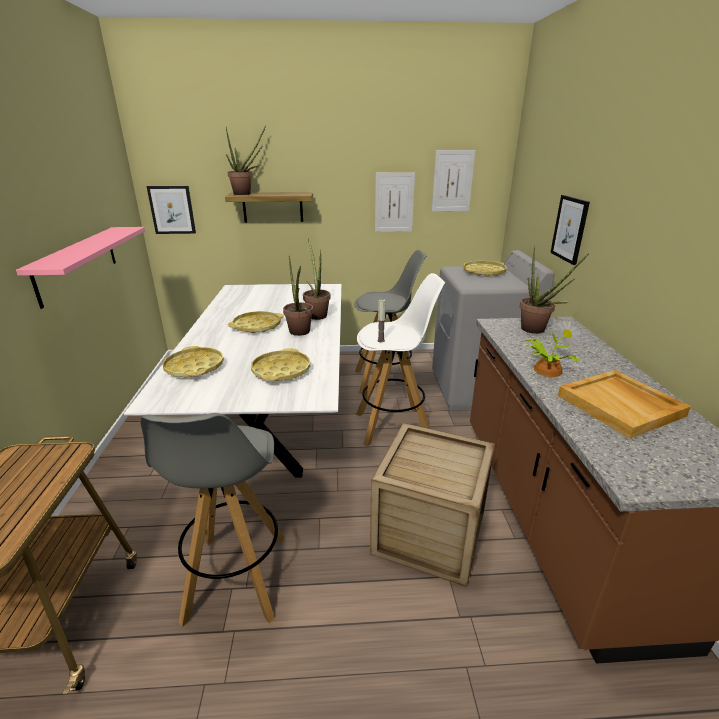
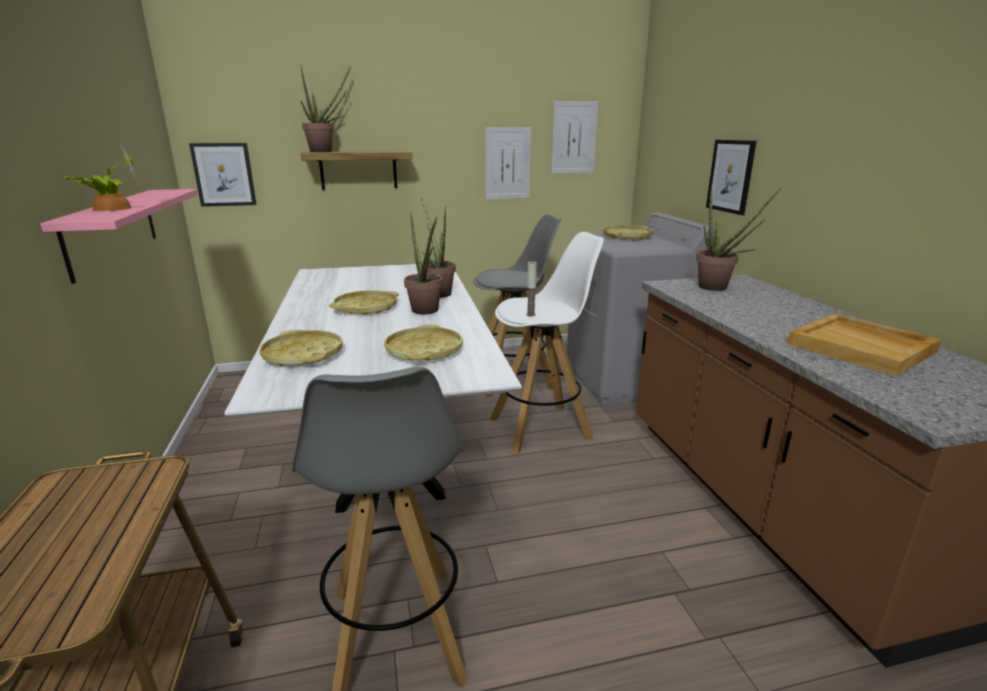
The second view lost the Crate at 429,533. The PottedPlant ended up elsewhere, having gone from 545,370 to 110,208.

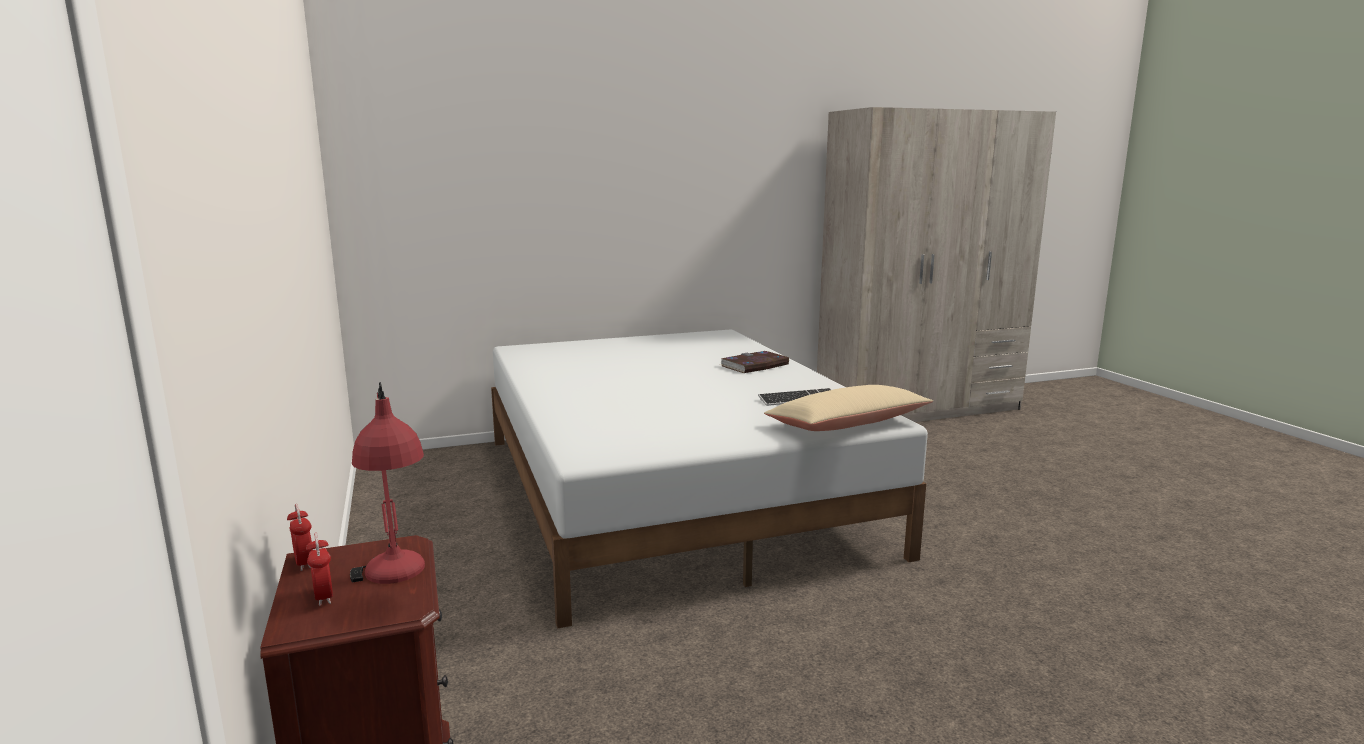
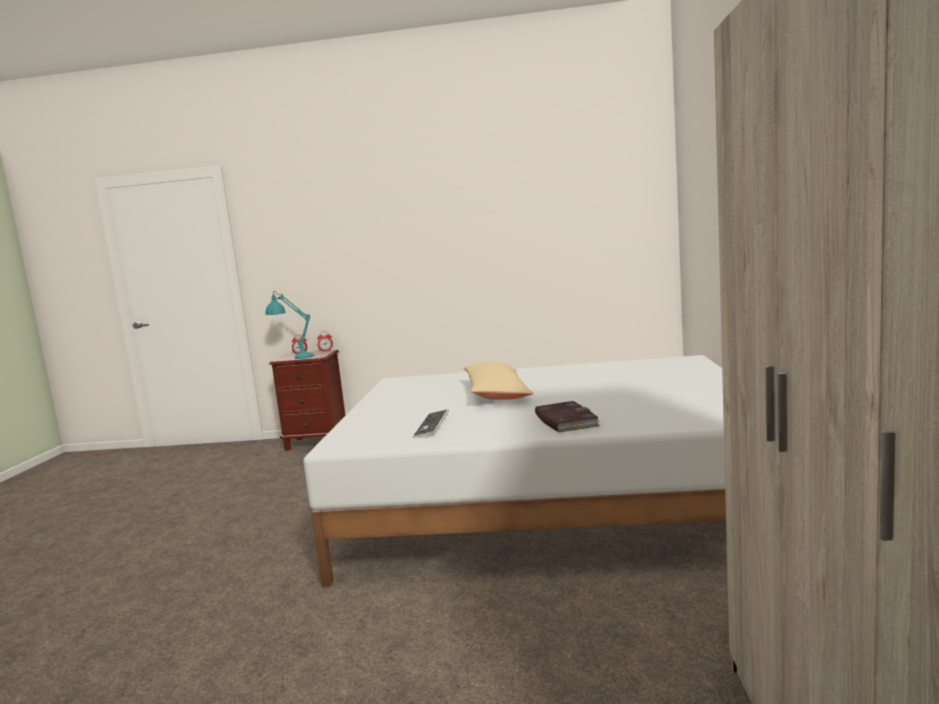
The BeigePillow ended up elsewhere, having gone from 847,424 to 496,393. What was the RedTableLamp at 396,584 turned into the TurquoiseTableLamp at 294,358.

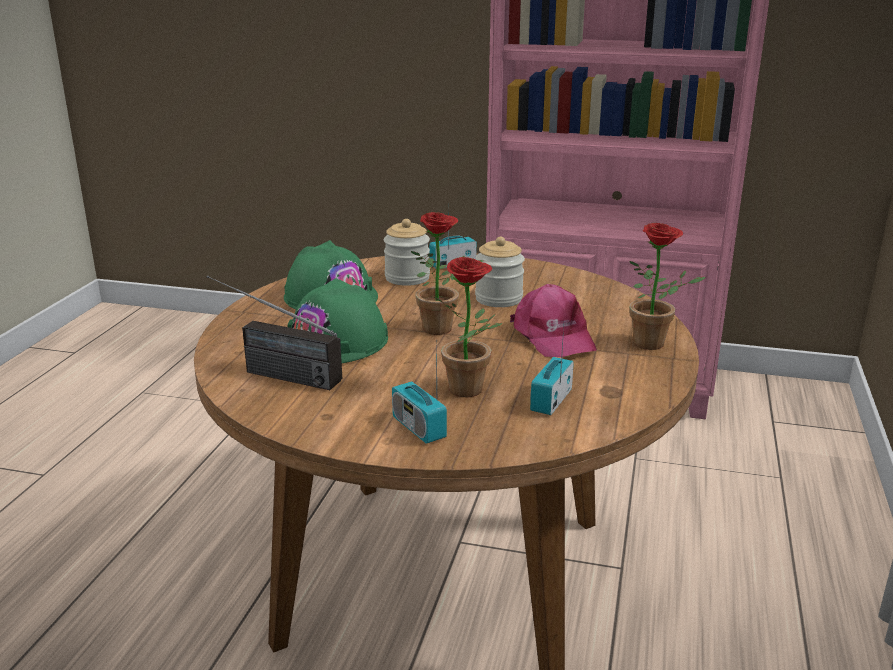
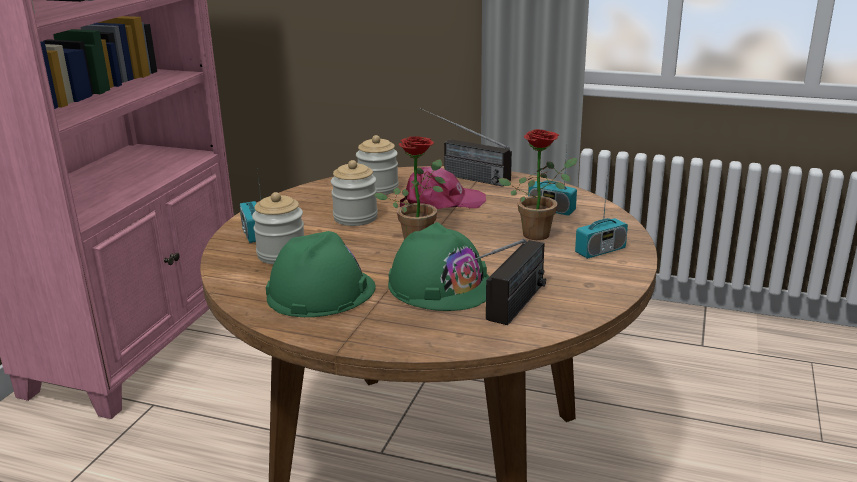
The second view gained the Jar at 378,189. Where the PottedPlant stood at 655,344, the Radio came to stand at 460,175.

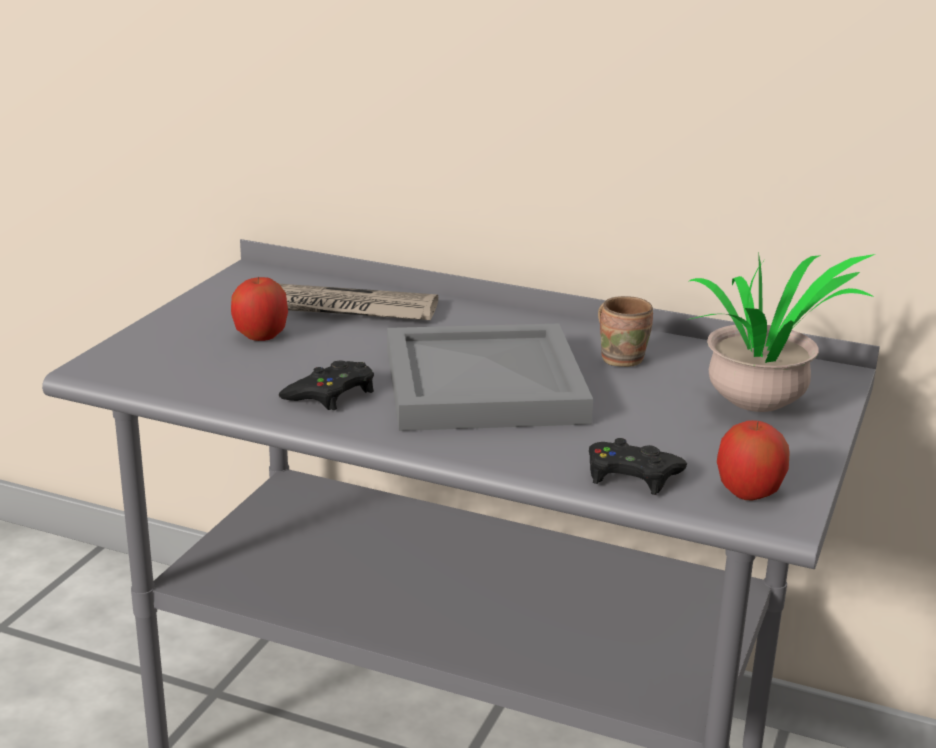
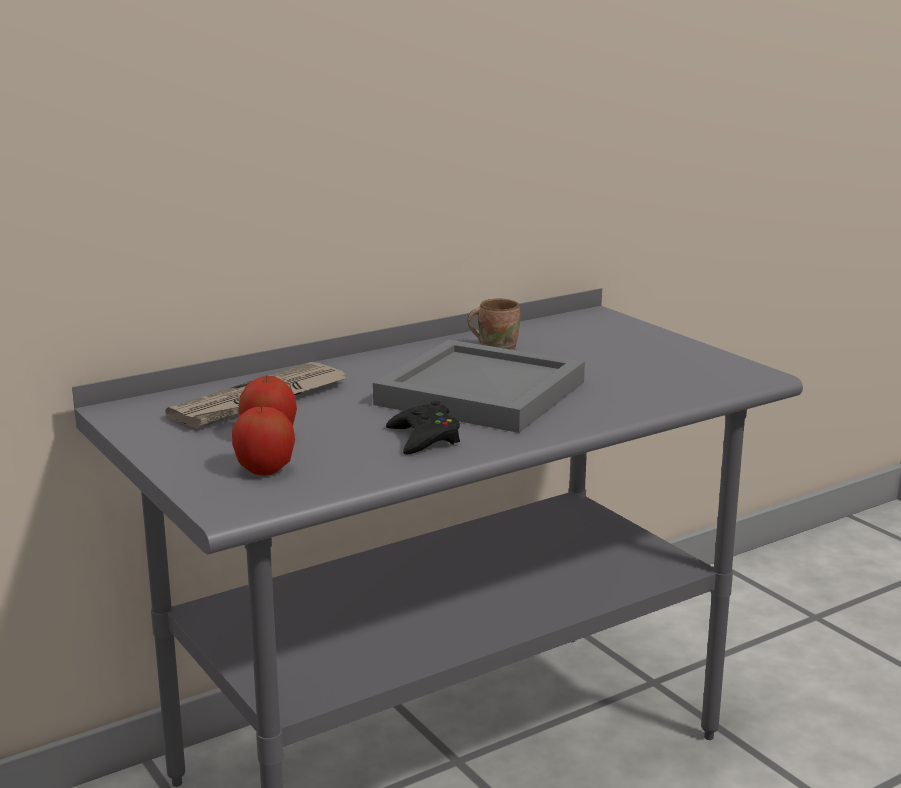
The second view lost the BlackGameController at 632,475. The second view lost the PottedPlant at 762,411. The Apple ended up elsewhere, having gone from 748,492 to 264,469.

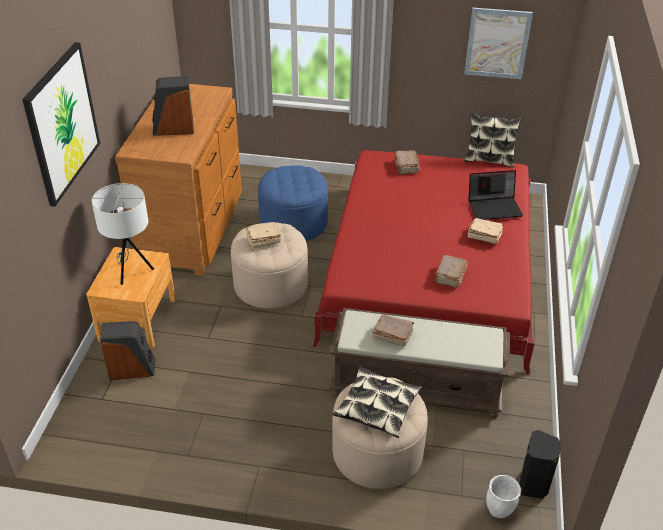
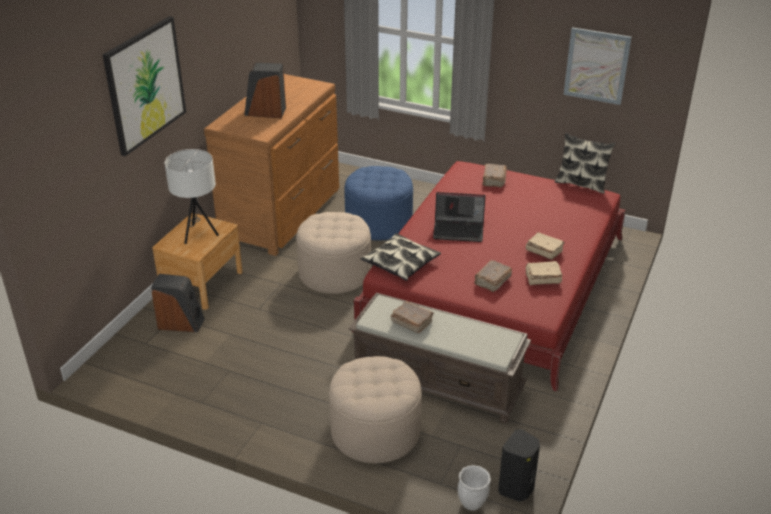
The BeigeBook ended up elsewhere, having gone from 263,240 to 542,279. The Pillow ended up elsewhere, having gone from 377,408 to 400,263. The Laptop ended up elsewhere, having gone from 494,207 to 459,230.

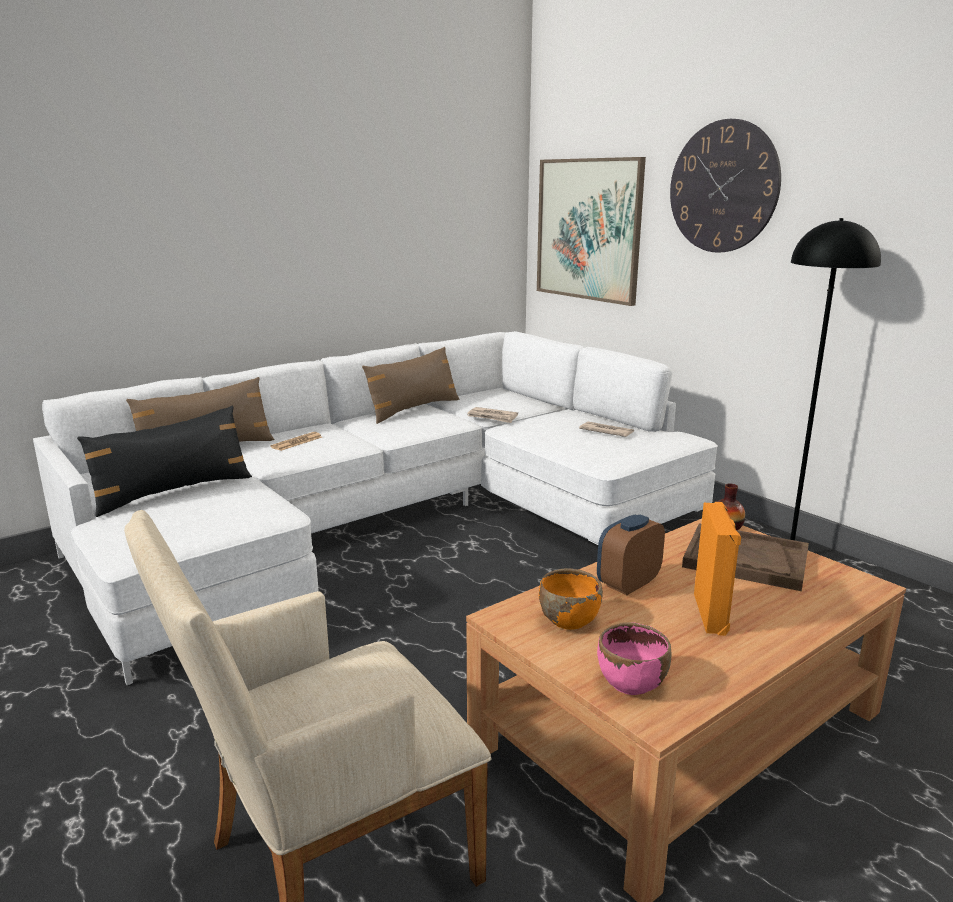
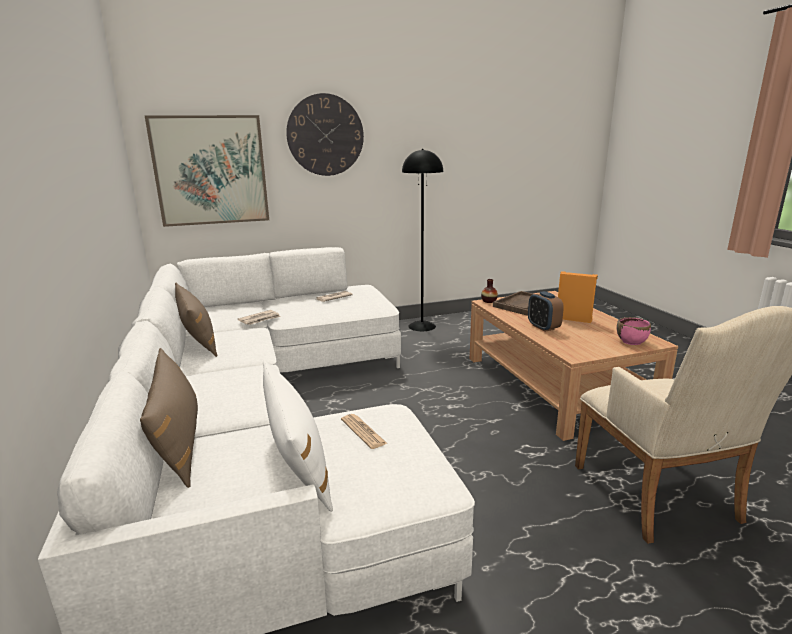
The second view lost the OrangeBowl at 568,620. The Newspaper ended up elsewhere, having gone from 297,442 to 363,431. What was the BlackPillow at 173,492 turned into the WhitePillow at 296,461.

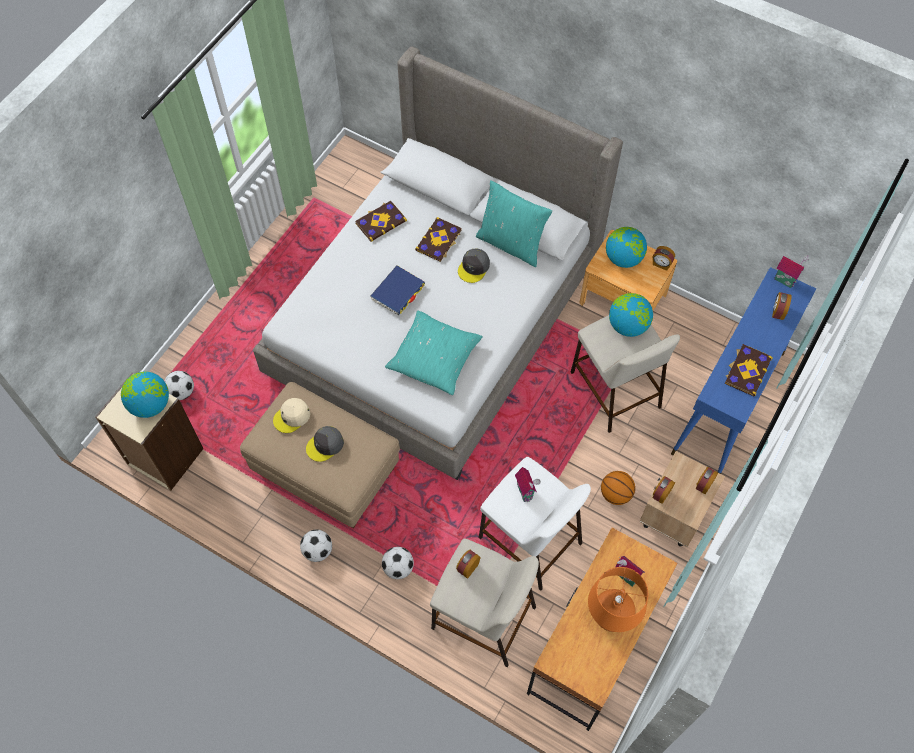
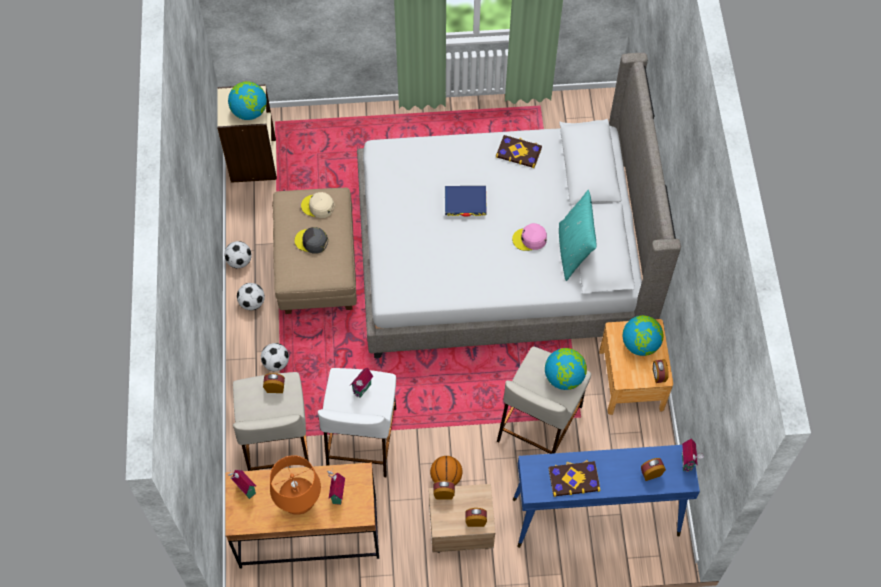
The second view lost the TurquoisePillow at 434,358. The second view lost the Book at 439,240. The second view gained the ToyHouse at 245,490. The Football ended up elsewhere, having gone from 181,392 to 239,261. What was the GreyCap at 474,267 turned into the PinkCap at 530,239.

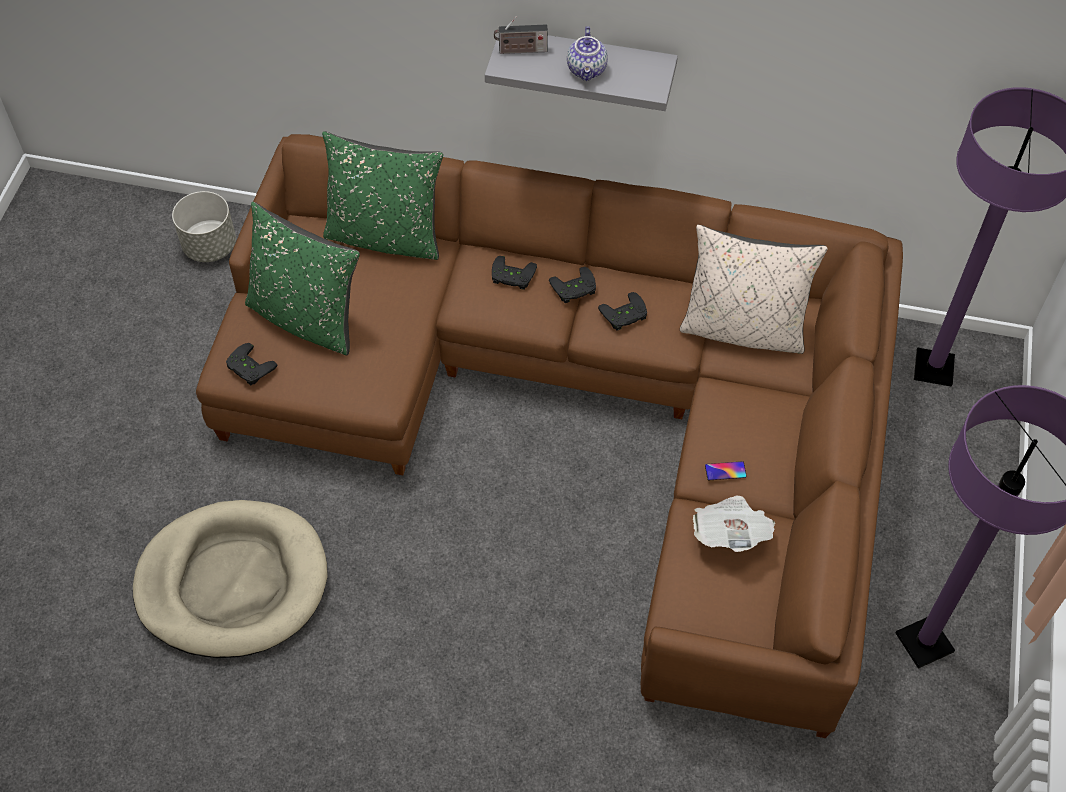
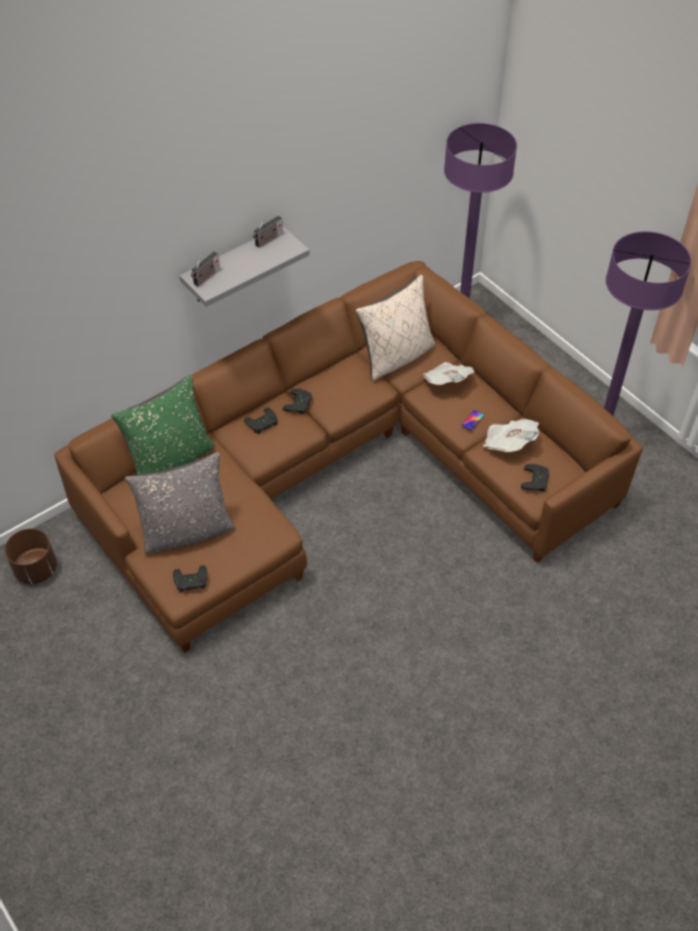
The second view lost the BeigeDogBed at 233,582. The second view lost the Teapot at 587,70. The second view gained the Radio at 268,240. The second view gained the Newspaper at 447,382. The BlackGameController ended up elsewhere, having gone from 625,316 to 537,480. What was the GreyPlanter at 209,246 turned into the BrownPlanter at 36,569. What was the GreenPillow at 306,318 turned into the GreyPillow at 187,531.

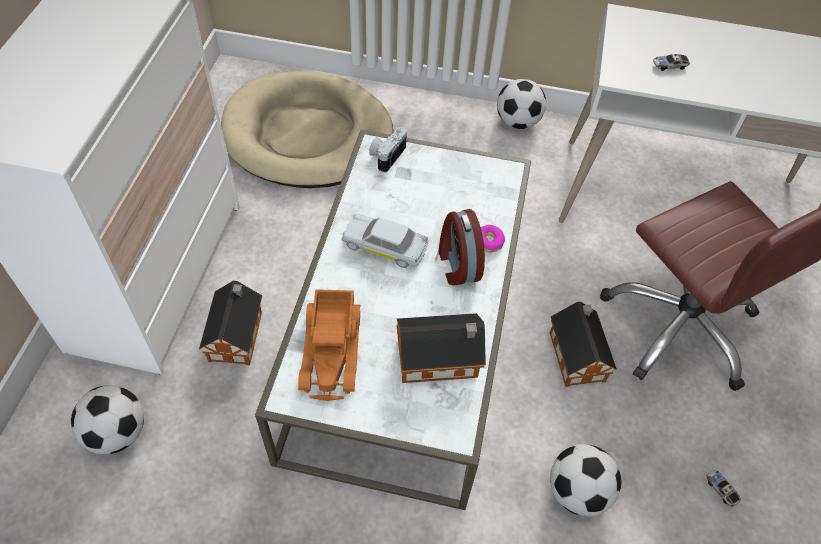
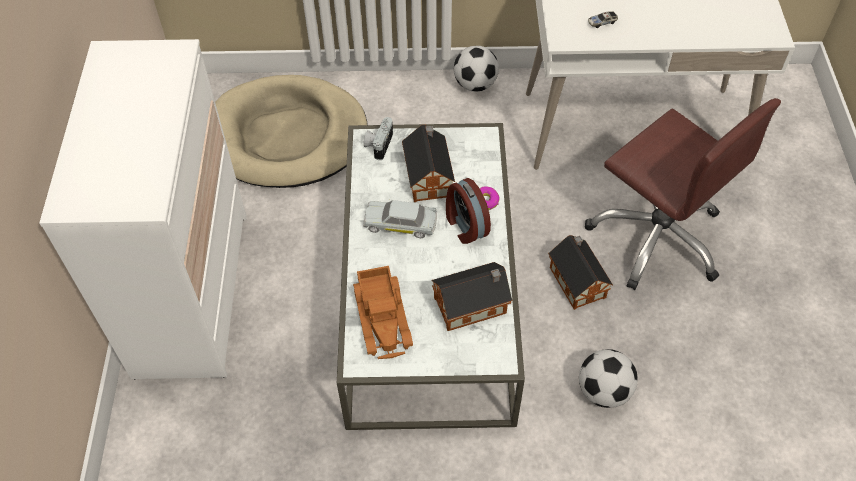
The second view lost the Football at 118,433. The second view lost the ToyCar at 721,490. The ToyHouse ended up elsewhere, having gone from 237,333 to 428,175.

